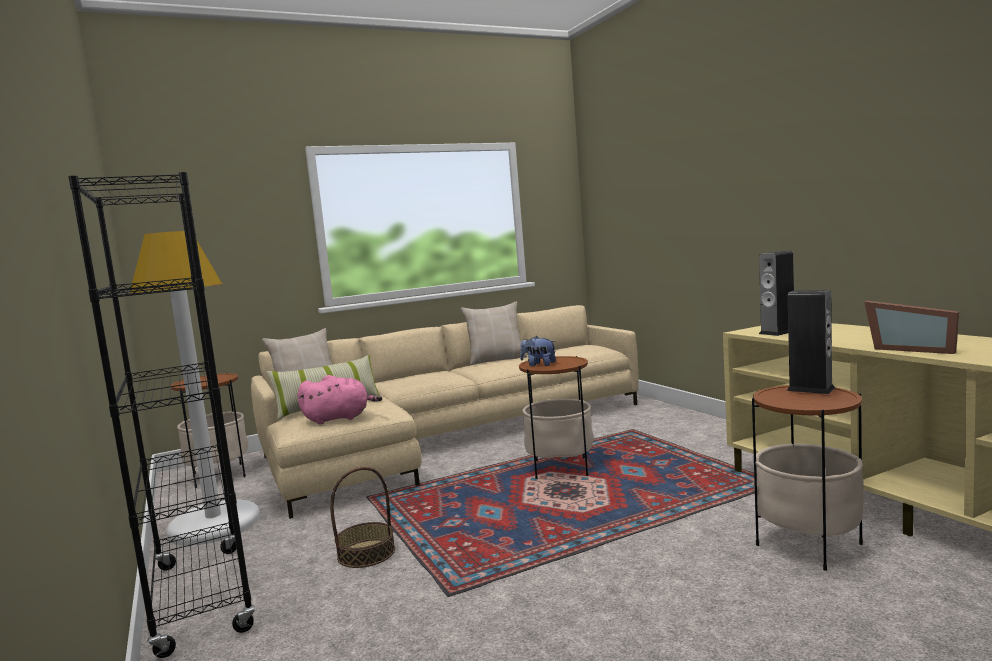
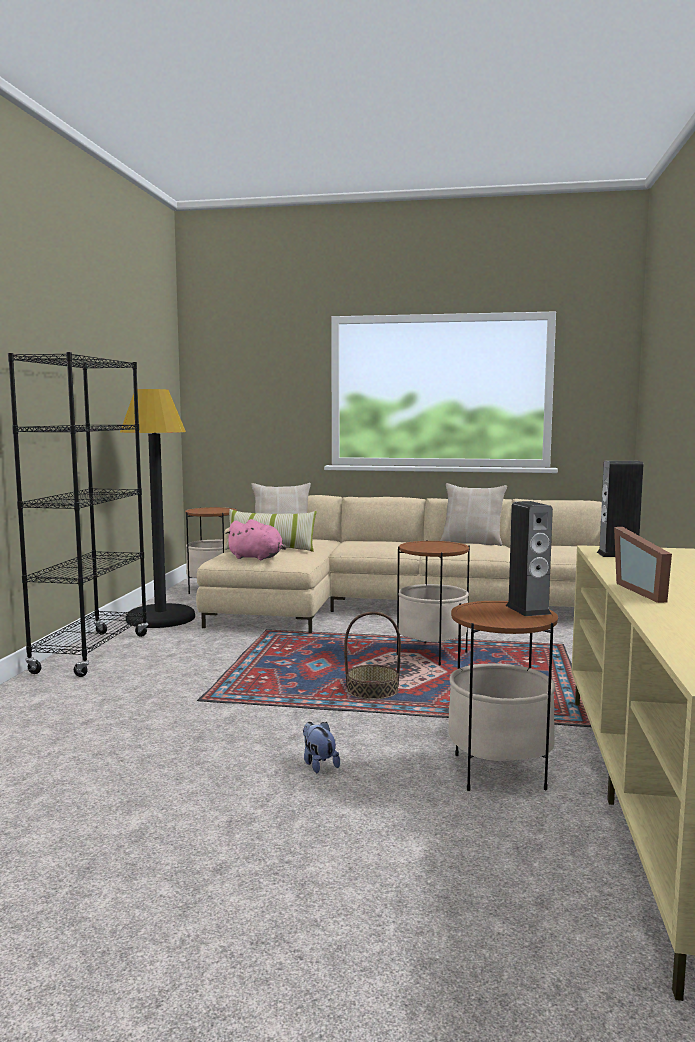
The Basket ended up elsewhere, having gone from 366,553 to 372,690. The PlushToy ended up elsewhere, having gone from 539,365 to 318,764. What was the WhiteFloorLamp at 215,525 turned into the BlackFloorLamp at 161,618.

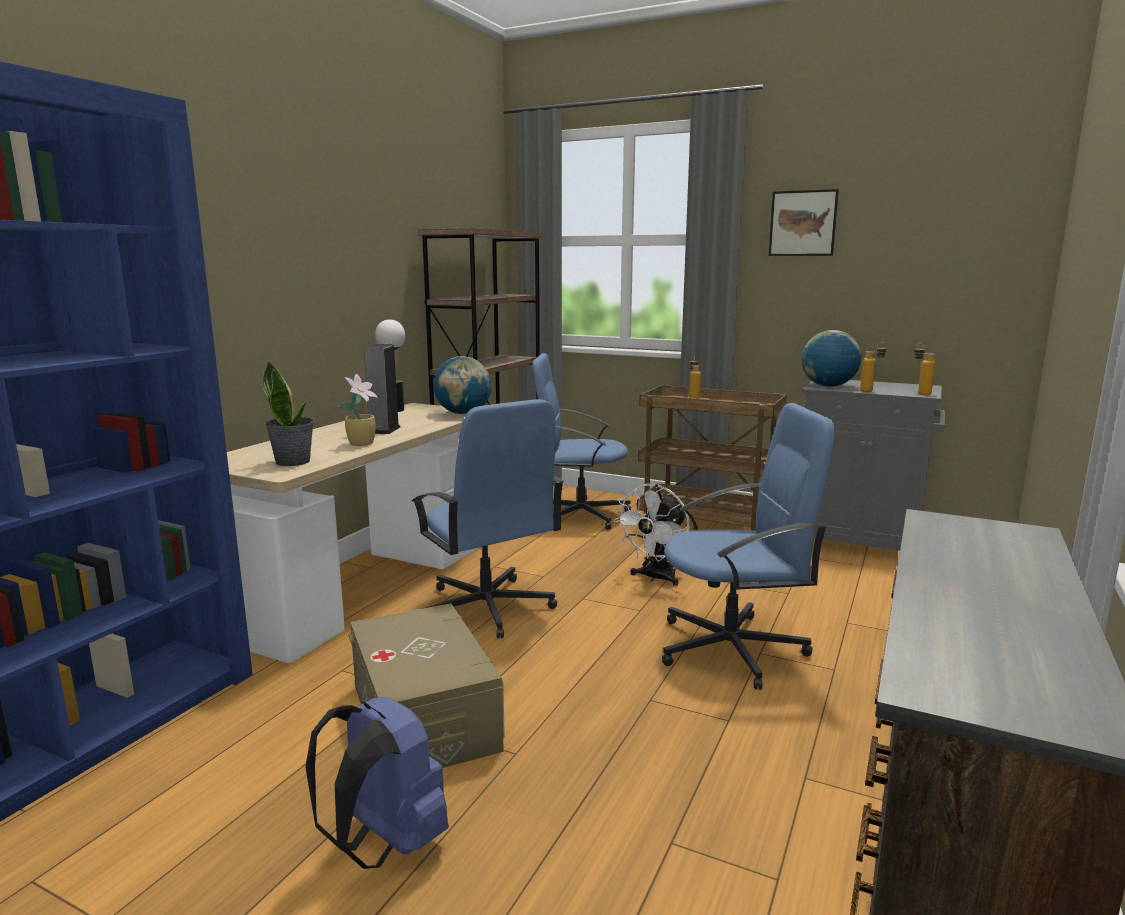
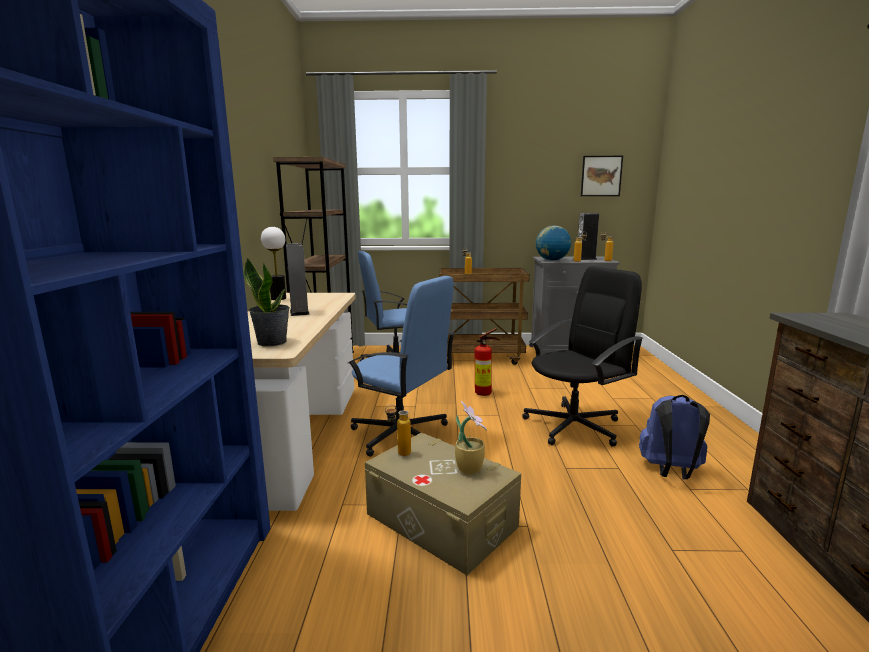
The second view lost the Globe at 463,413. The second view gained the Bottle at 398,454. The second view gained the Speaker at 586,259. The BlueBackpack ended up elsewhere, having gone from 385,843 to 670,471. The PottedPlant ended up elsewhere, having gone from 362,443 to 469,468. The Picture ended up elsewhere, having gone from 802,223 to 601,176. Where the WhiteFan stood at 655,578, the FireExtinguisher came to stand at 485,393. What was the BlueOfficeChair at 733,649 turned into the BlackOfficeChair at 574,426.

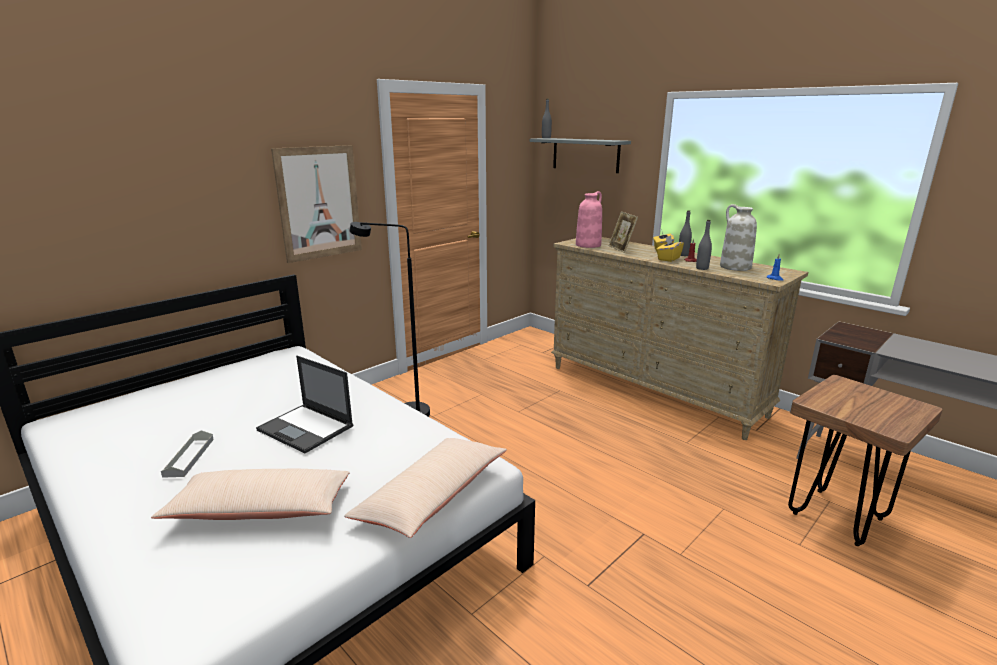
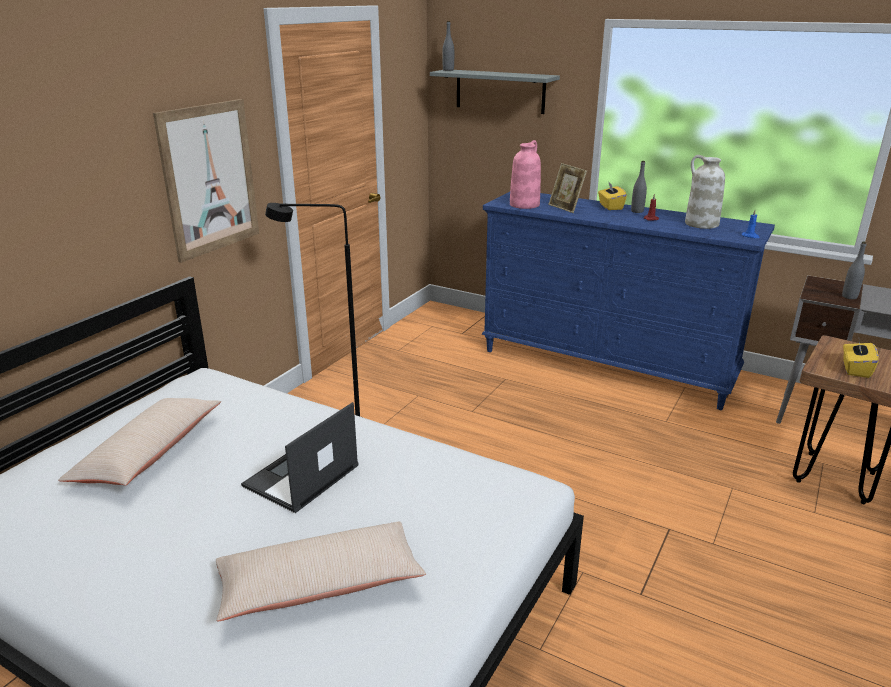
The second view lost the GreyTray at 189,457. The BeigePillow ended up elsewhere, having gone from 432,496 to 149,453. The YellowTissueBox ended up elsewhere, having gone from 668,259 to 855,369. The GreyBottle ended up elsewhere, having gone from 702,268 to 849,297. What was the BeigeDresser at 654,391 turned into the BlueDresser at 606,366. The Laptop at 306,428 ended up facing another way, 105 degrees clockwise from before.

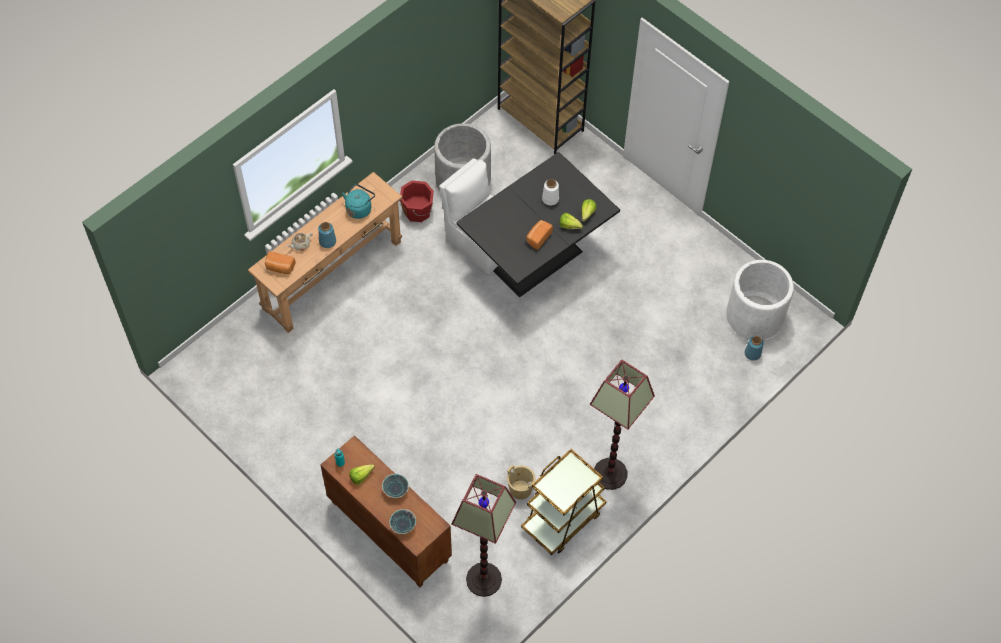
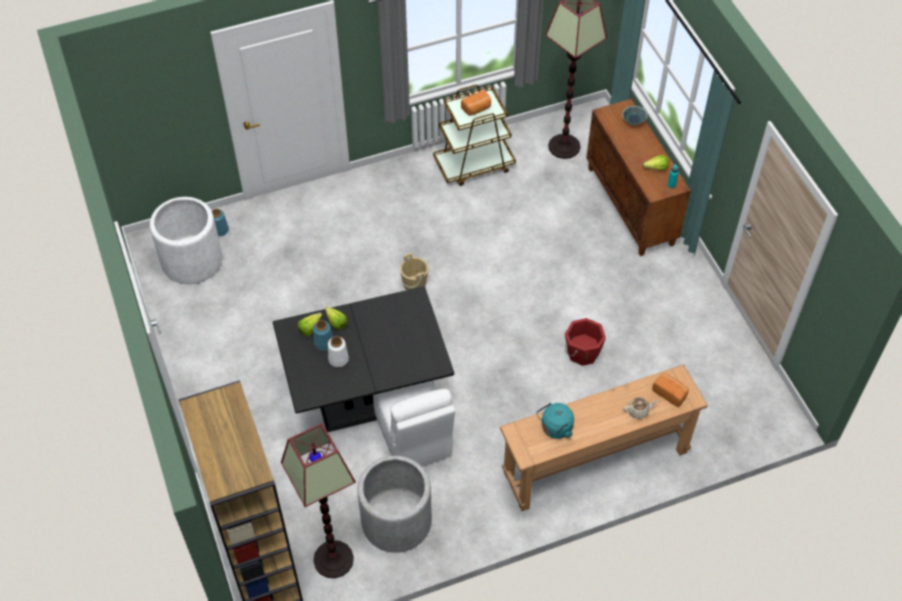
The second view lost the Bowl at 395,490. The BlueVase ended up elsewhere, having gone from 328,241 to 323,343. The RedBucket ended up elsewhere, having gone from 418,211 to 582,352. The BeigeBucket ended up elsewhere, having gone from 520,489 to 414,284. The Bread ended up elsewhere, having gone from 538,238 to 477,109. The FloorLamp ended up elsewhere, having gone from 610,474 to 333,559.

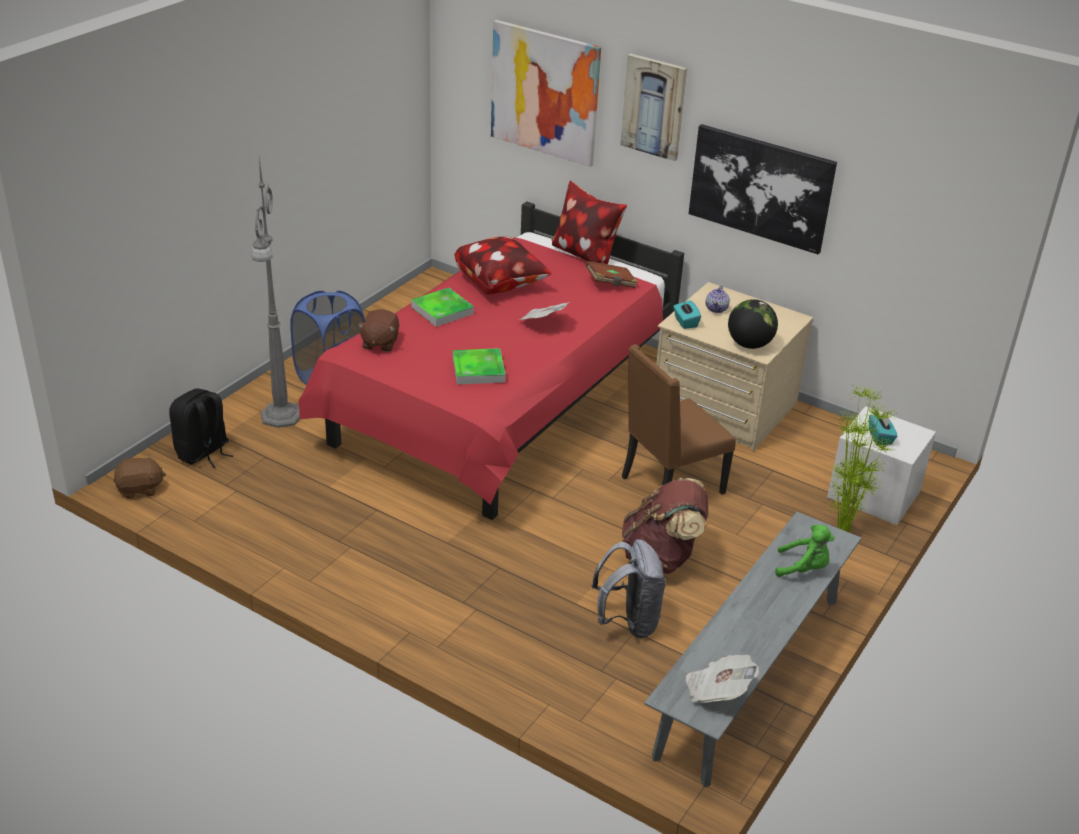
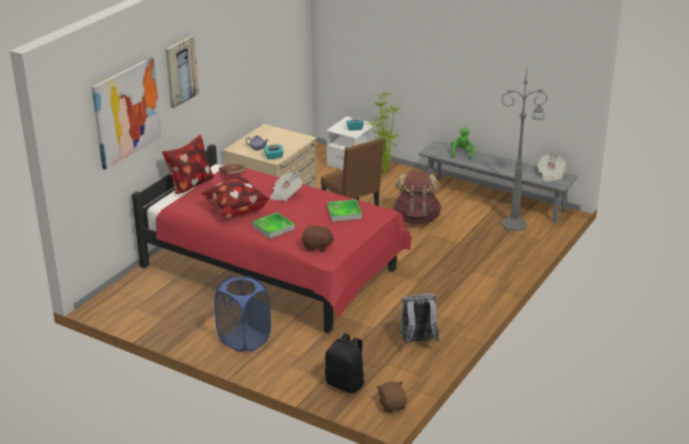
The second view lost the Picture at 760,188. The second view lost the Globe at 749,344. The GreyFloorLamp ended up elsewhere, having gone from 280,417 to 515,224. The GreyBackpack ended up elsewhere, having gone from 628,622 to 418,342.

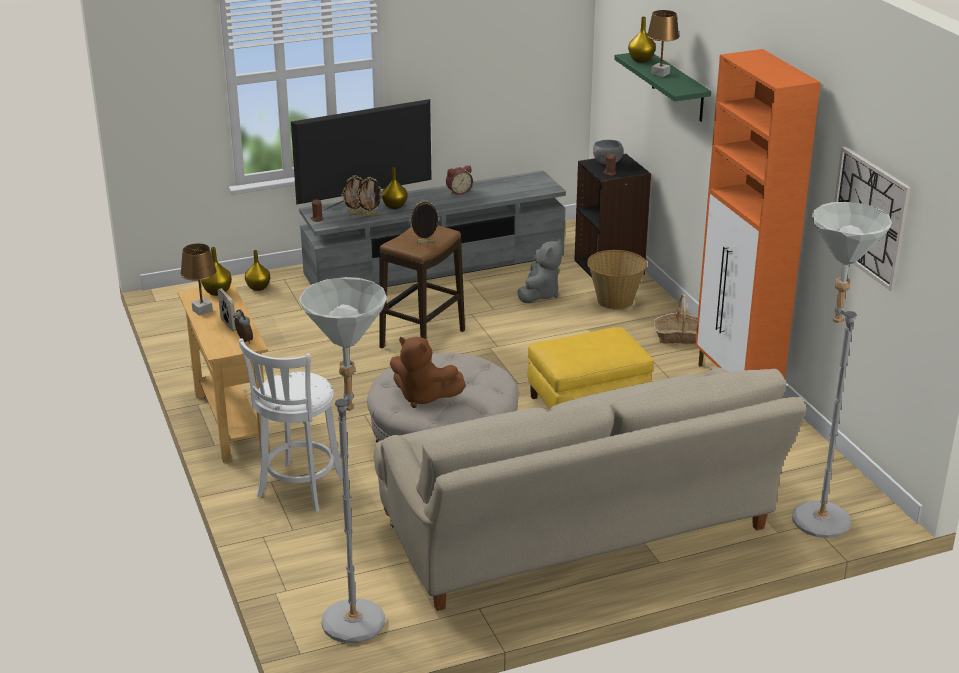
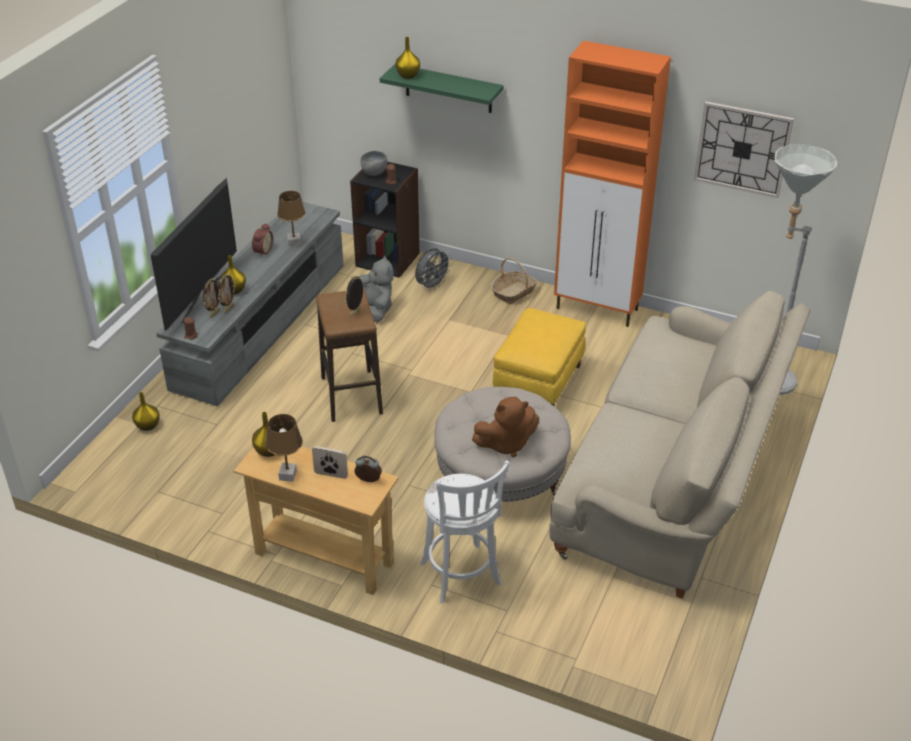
The second view lost the GreyFloorLamp at 357,613. The BrownTableLamp ended up elsewhere, having gone from 661,74 to 294,242. Where the Basket stood at 615,300, the GreyFan came to stand at 432,286.

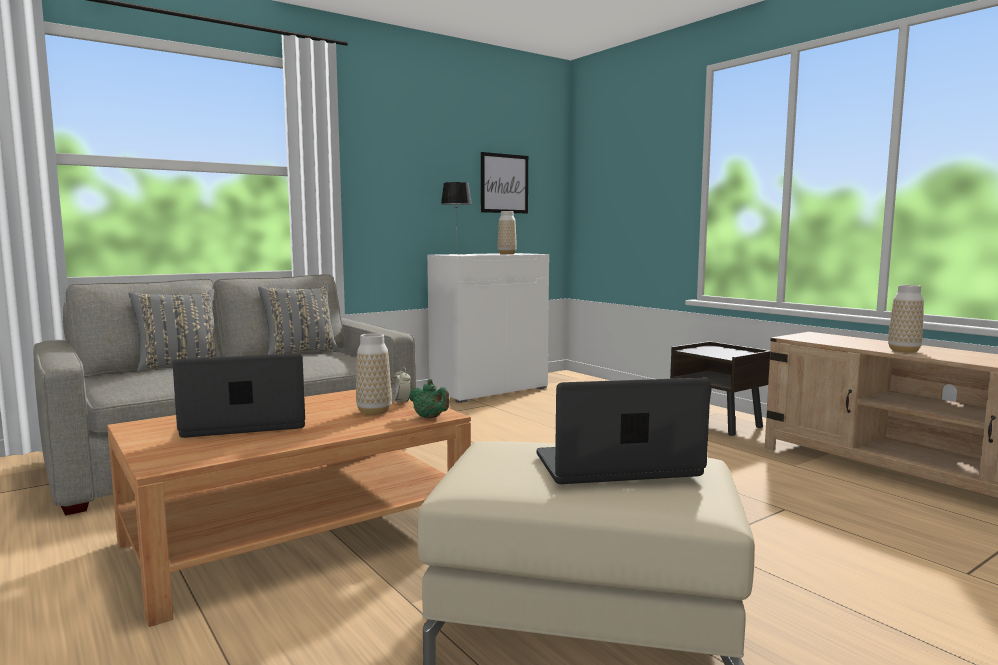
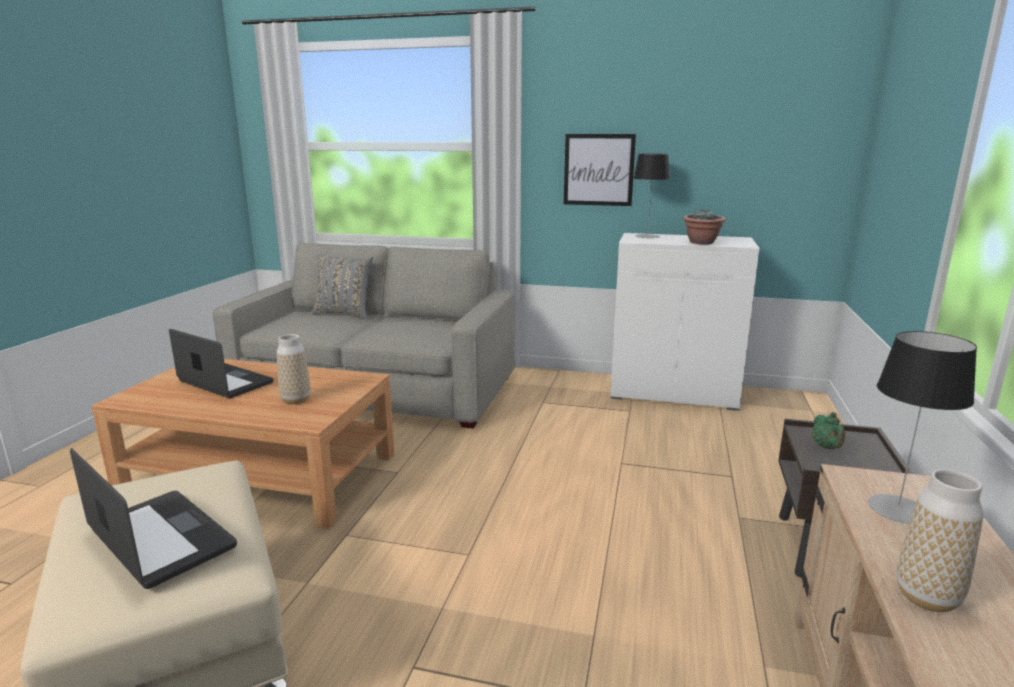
The second view lost the GreyPillow at 300,353. The second view lost the AlarmClock at 400,402. The second view gained the TableLamp at 898,509. The GreenTeapot ended up elsewhere, having gone from 430,417 to 827,447. The Picture ended up elsewhere, having gone from 504,183 to 598,170. Where the Vase stood at 507,254, the PottedPlant came to stand at 702,242.

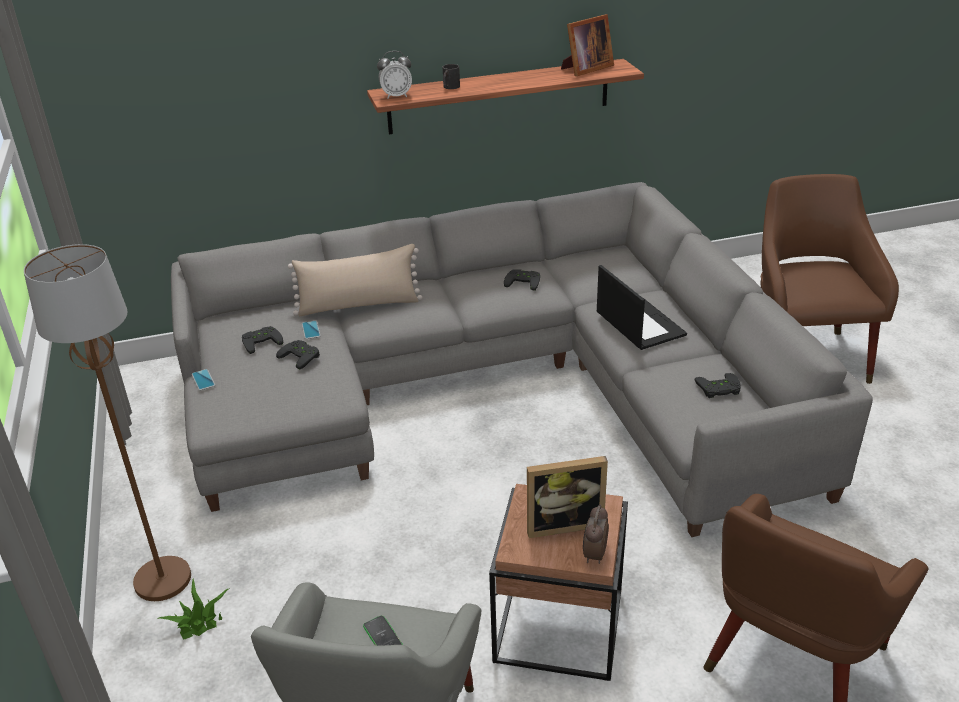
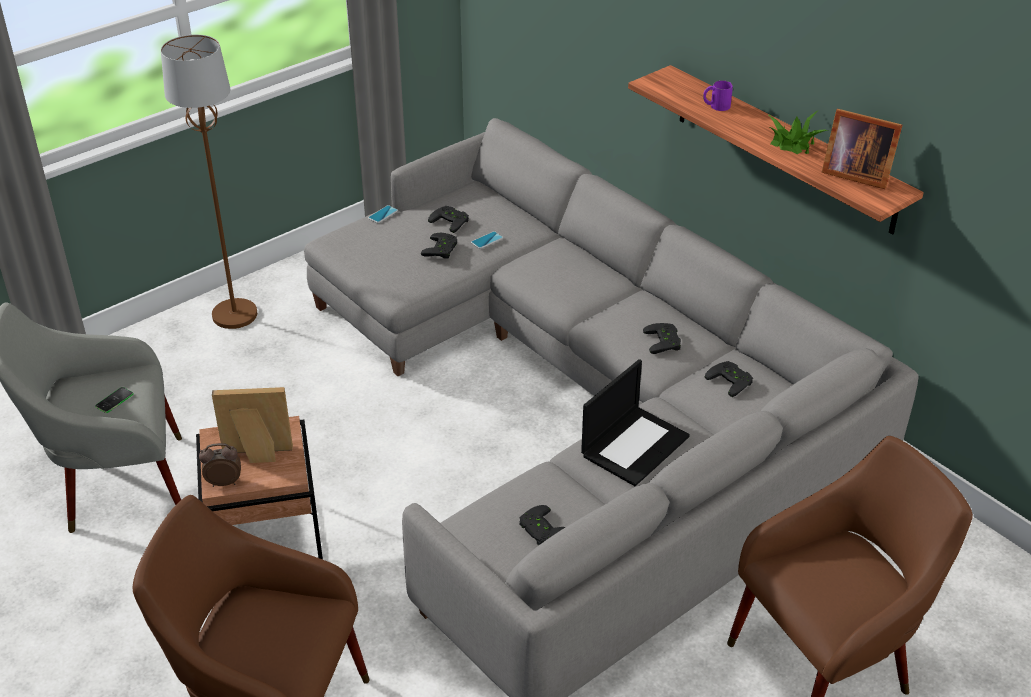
The second view lost the BeigePillow at 359,305. The second view lost the AlarmClock at 396,96. The second view gained the BlackGameController at 732,380. The PottedPlant ended up elsewhere, having gone from 198,621 to 793,144. What was the BlackMug at 450,87 turned into the PurpleMug at 716,106. The PictureFrame at 563,523 ended up facing another way, 120 degrees clockwise from before.

